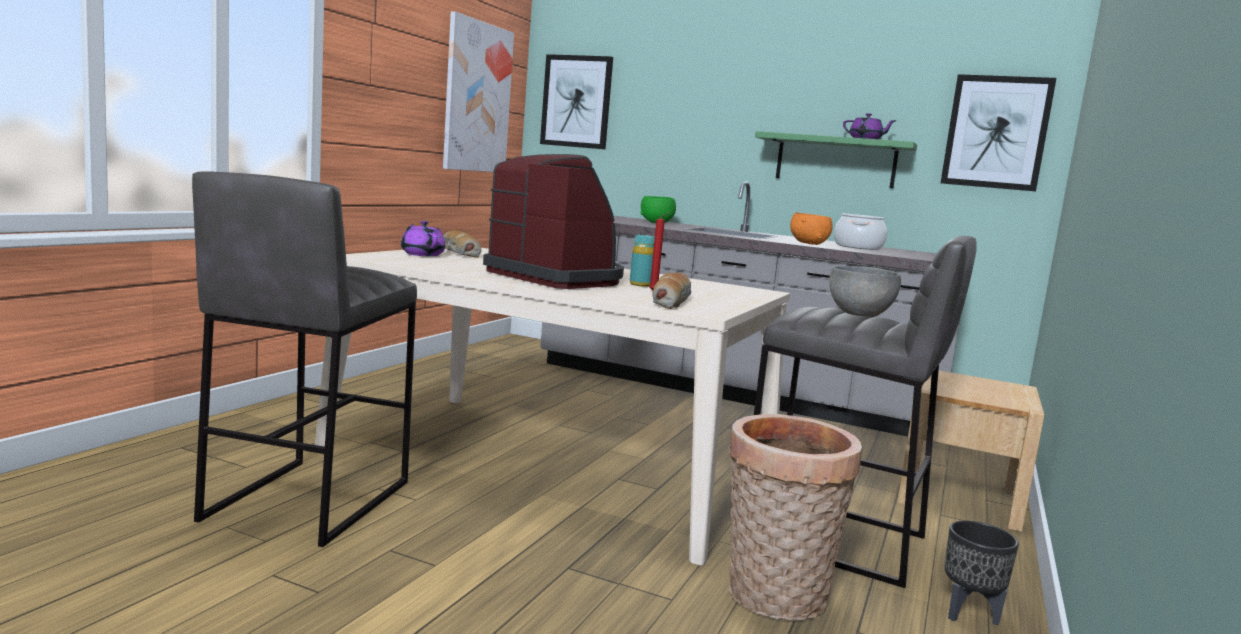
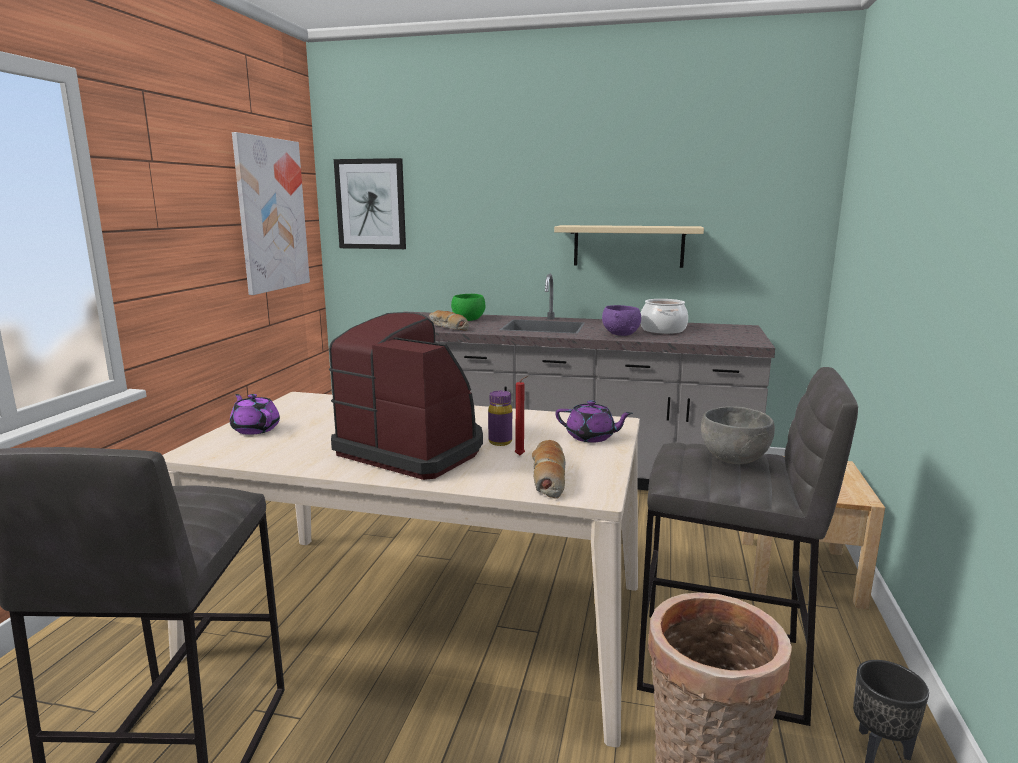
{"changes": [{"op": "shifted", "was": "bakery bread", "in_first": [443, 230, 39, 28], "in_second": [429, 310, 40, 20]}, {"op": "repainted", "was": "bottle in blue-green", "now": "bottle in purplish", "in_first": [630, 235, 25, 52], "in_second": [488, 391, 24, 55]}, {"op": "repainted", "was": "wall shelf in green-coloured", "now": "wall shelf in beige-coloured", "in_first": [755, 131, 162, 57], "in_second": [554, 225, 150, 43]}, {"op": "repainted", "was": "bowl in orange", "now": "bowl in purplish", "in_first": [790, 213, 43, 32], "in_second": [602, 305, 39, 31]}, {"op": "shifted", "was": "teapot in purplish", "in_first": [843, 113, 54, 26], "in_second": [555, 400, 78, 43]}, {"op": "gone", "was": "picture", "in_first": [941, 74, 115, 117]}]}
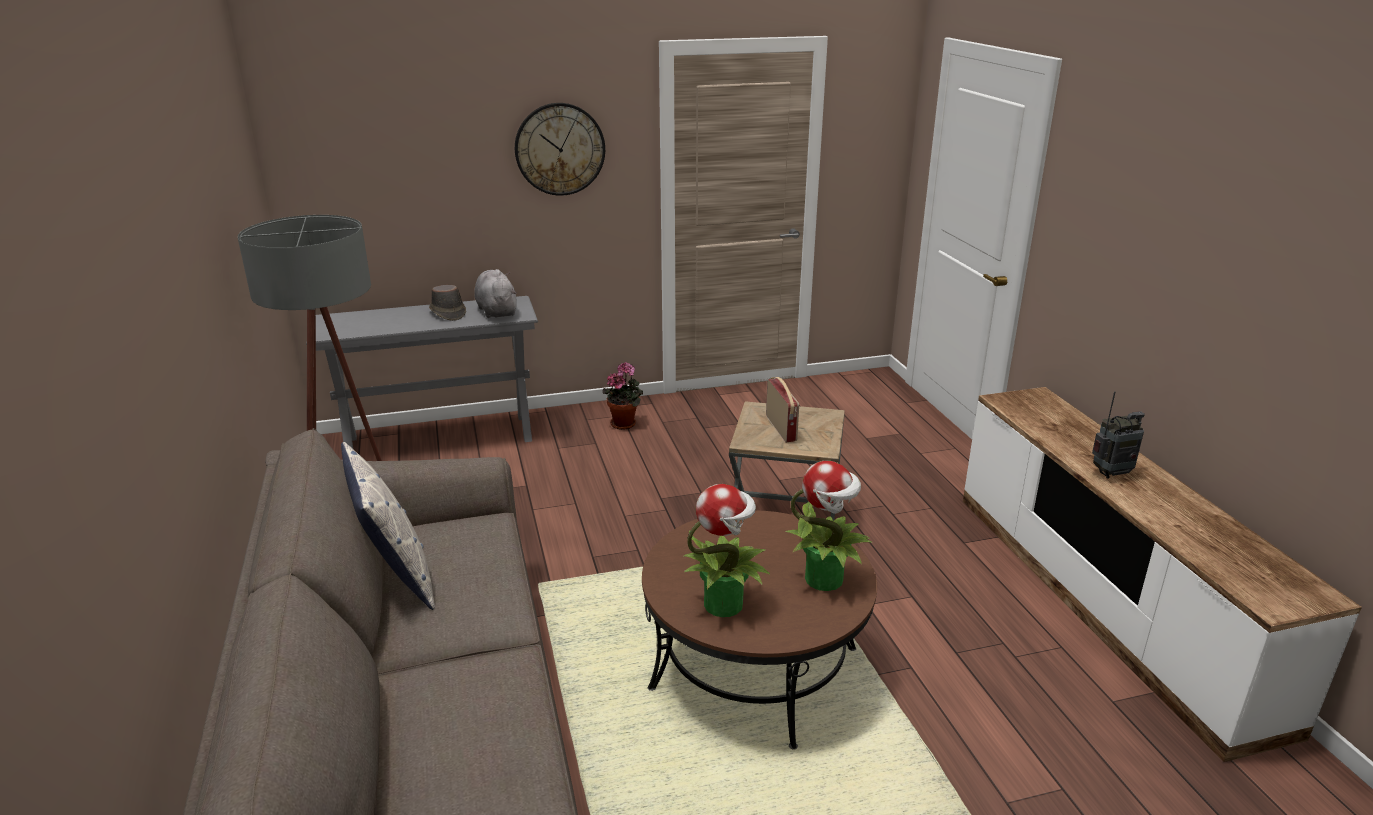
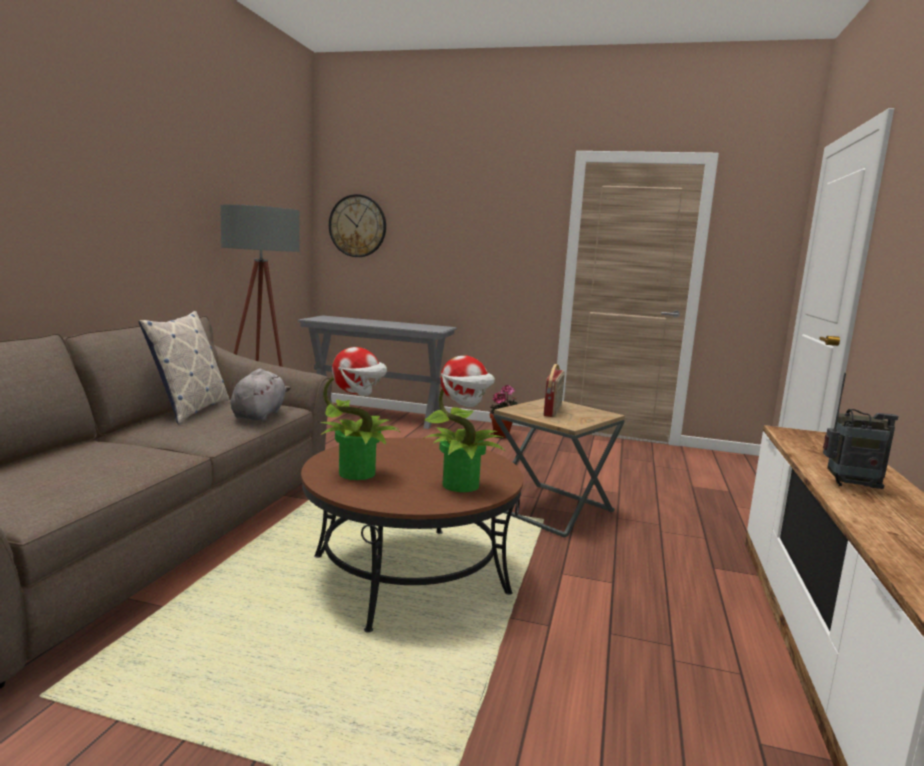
{"changes": [{"op": "gone", "was": "hat in brown-coloured", "in_first": [429, 285, 37, 36]}, {"op": "shifted", "was": "plush toy in grey", "in_first": [474, 269, 43, 49], "in_second": [231, 368, 60, 53]}, {"op": "shifted", "was": "wall clock", "in_first": [515, 103, 90, 93], "in_second": [329, 194, 57, 63]}]}
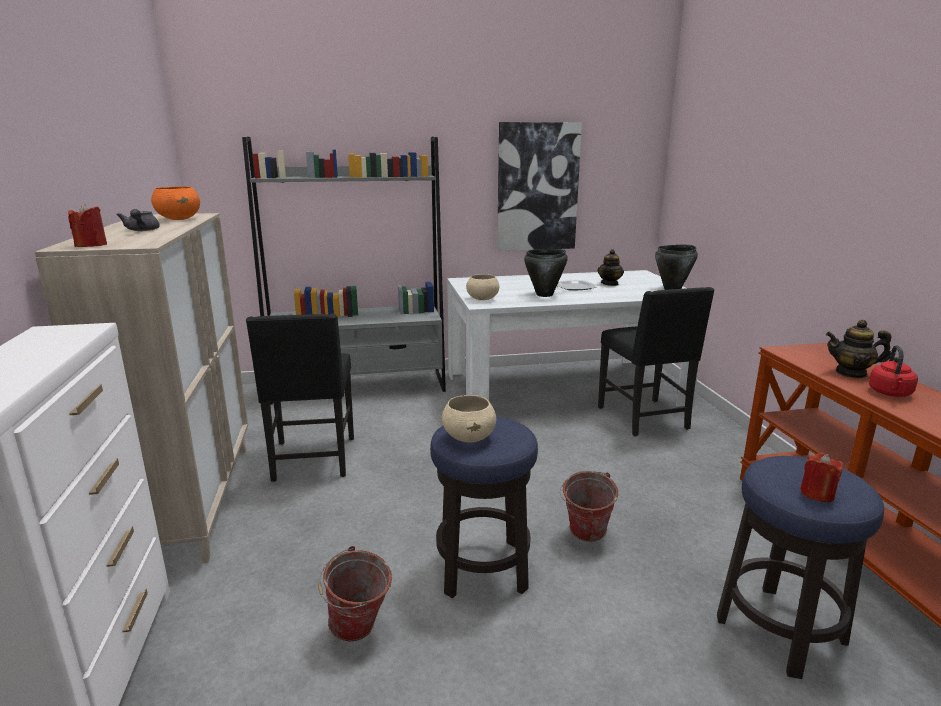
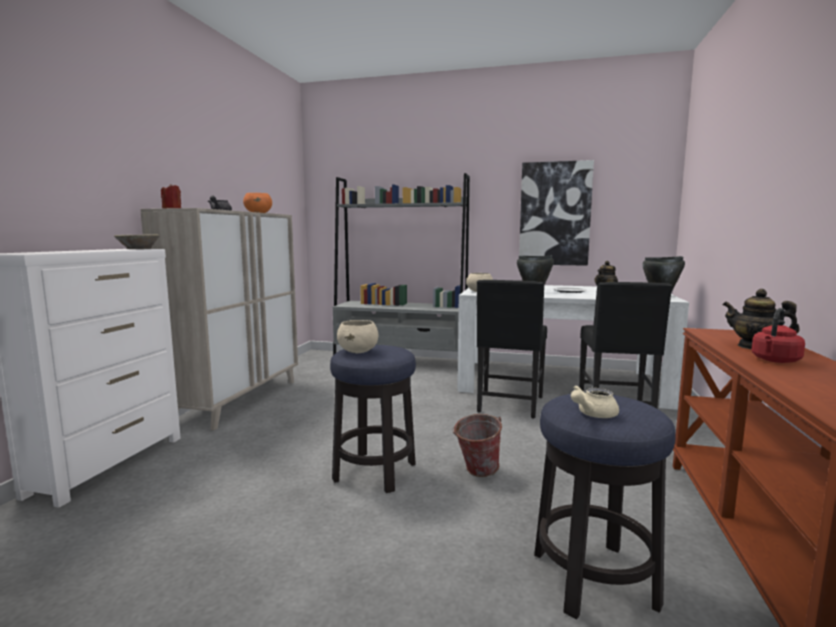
{"changes": [{"op": "shifted", "was": "upright chair in black", "in_first": [246, 314, 108, 168], "in_second": [477, 280, 70, 139]}, {"op": "gone", "was": "pail", "in_first": [318, 546, 74, 95]}, {"op": "swapped", "was": "wax candle in reddish", "now": "teapot in beige-coloured", "in_first": [800, 453, 43, 49], "in_second": [571, 385, 48, 33]}, {"op": "new", "now": "bowl in beige-coloured", "in_second": [114, 235, 46, 14]}]}
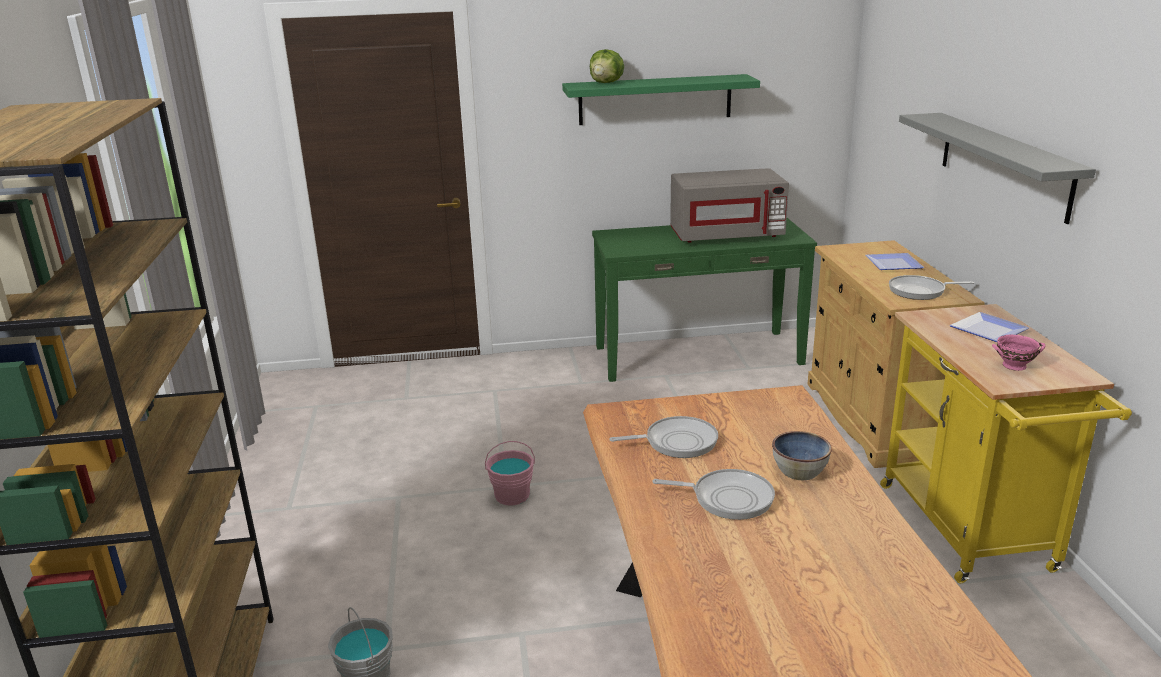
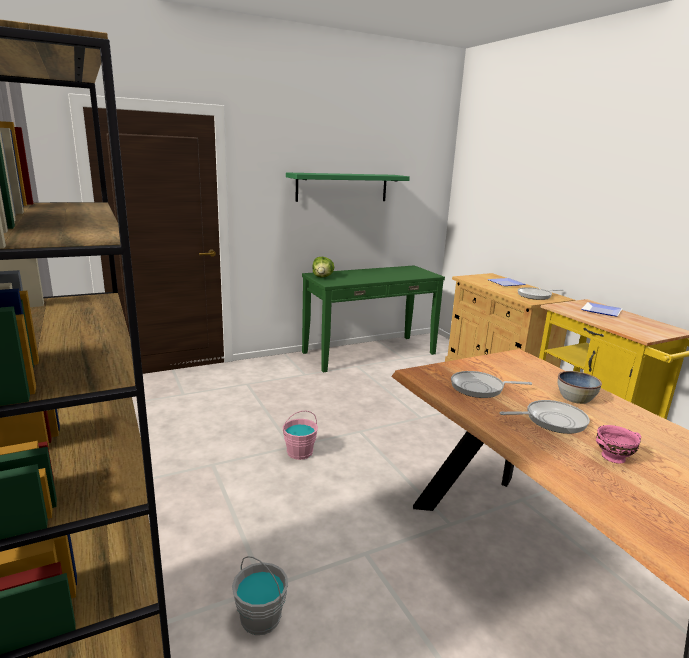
{"changes": [{"op": "shifted", "was": "lettuce", "in_first": [590, 49, 34, 34], "in_second": [312, 257, 23, 20]}, {"op": "rotated", "was": "pan", "in_first": [609, 416, 109, 42], "in_second": [451, 371, 81, 27], "clockwise": -150}, {"op": "gone", "was": "kitchen microwave in grey", "in_first": [670, 168, 119, 75]}, {"op": "gone", "was": "wall shelf in grey", "in_first": [899, 113, 197, 111]}, {"op": "shifted", "was": "bowl in pink", "in_first": [992, 335, 53, 36], "in_second": [596, 425, 45, 39]}]}
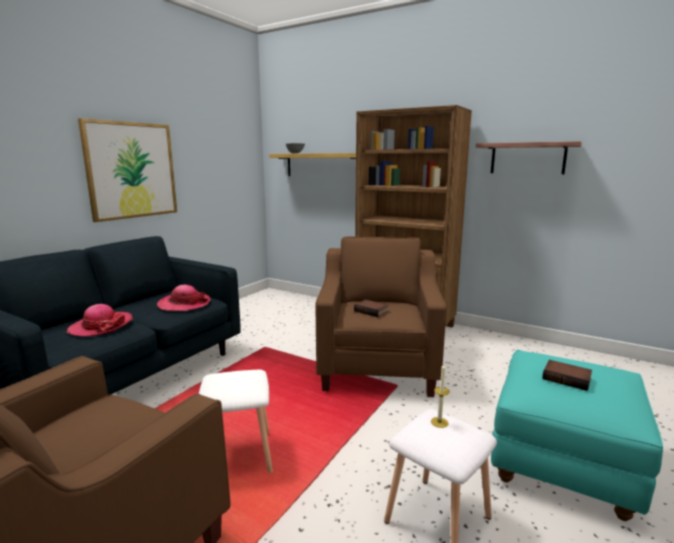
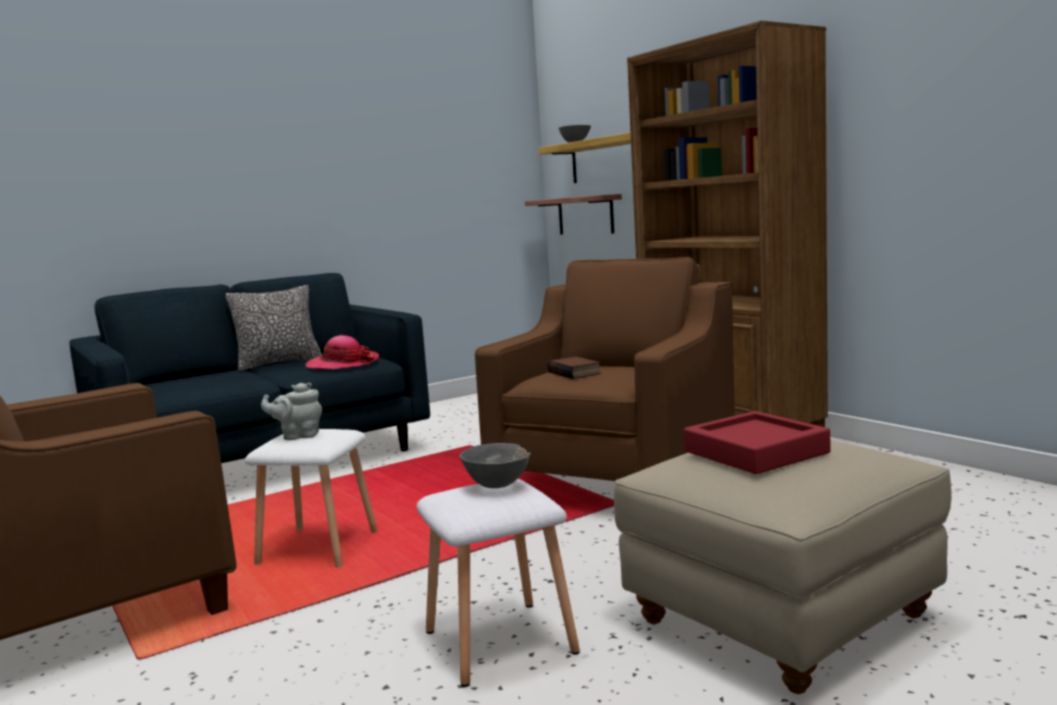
{"changes": [{"op": "gone", "was": "hat", "in_first": [67, 304, 66, 33]}, {"op": "gone", "was": "picture", "in_first": [78, 118, 99, 104]}, {"op": "swapped", "was": "wax candle", "now": "bowl in grey", "in_first": [431, 364, 18, 64], "in_second": [460, 443, 71, 45]}, {"op": "shifted", "was": "wall shelf", "in_first": [476, 141, 106, 33], "in_second": [525, 194, 97, 41]}, {"op": "repainted", "was": "pouffe in blue-green", "now": "pouffe in beige-coloured", "in_first": [491, 350, 172, 171], "in_second": [614, 441, 338, 253]}, {"op": "swapped", "was": "bound book", "now": "serving tray in reddish", "in_first": [542, 360, 50, 31], "in_second": [684, 411, 146, 63]}, {"op": "new", "now": "cushion", "in_second": [225, 285, 97, 86]}, {"op": "new", "now": "teapot in grey", "in_second": [261, 383, 61, 57]}]}
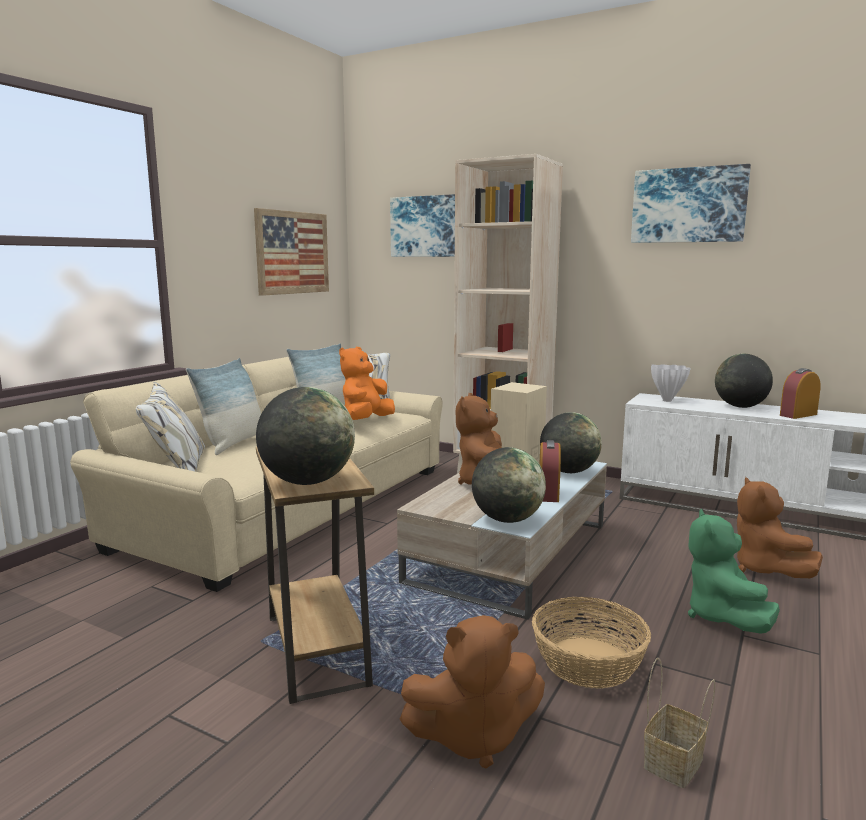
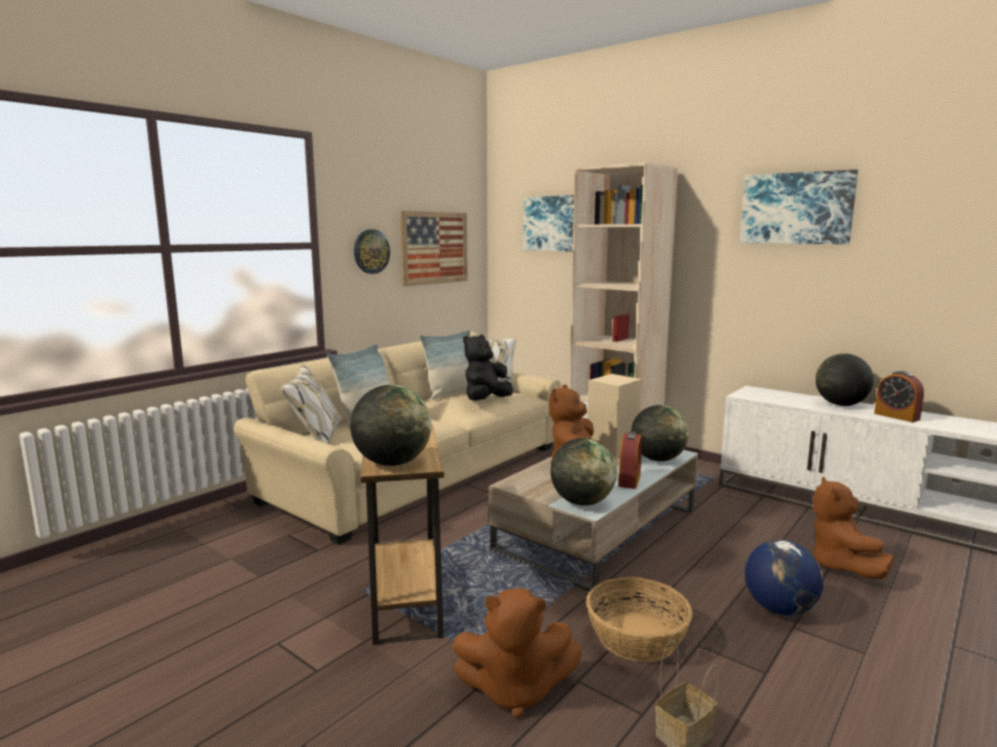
{"changes": [{"op": "repainted", "was": "plush toy in orange", "now": "plush toy in black", "in_first": [339, 347, 56, 73], "in_second": [463, 335, 50, 66]}, {"op": "gone", "was": "vase in white-coloured", "in_first": [651, 364, 40, 38]}, {"op": "swapped", "was": "plush toy in green-coloured", "now": "desk globe", "in_first": [688, 509, 92, 124], "in_second": [745, 540, 79, 75]}, {"op": "rotated", "was": "table clock", "in_first": [780, 368, 41, 51], "in_second": [874, 371, 50, 51], "clockwise": -105}, {"op": "new", "now": "wall clock", "in_second": [354, 229, 36, 45]}]}
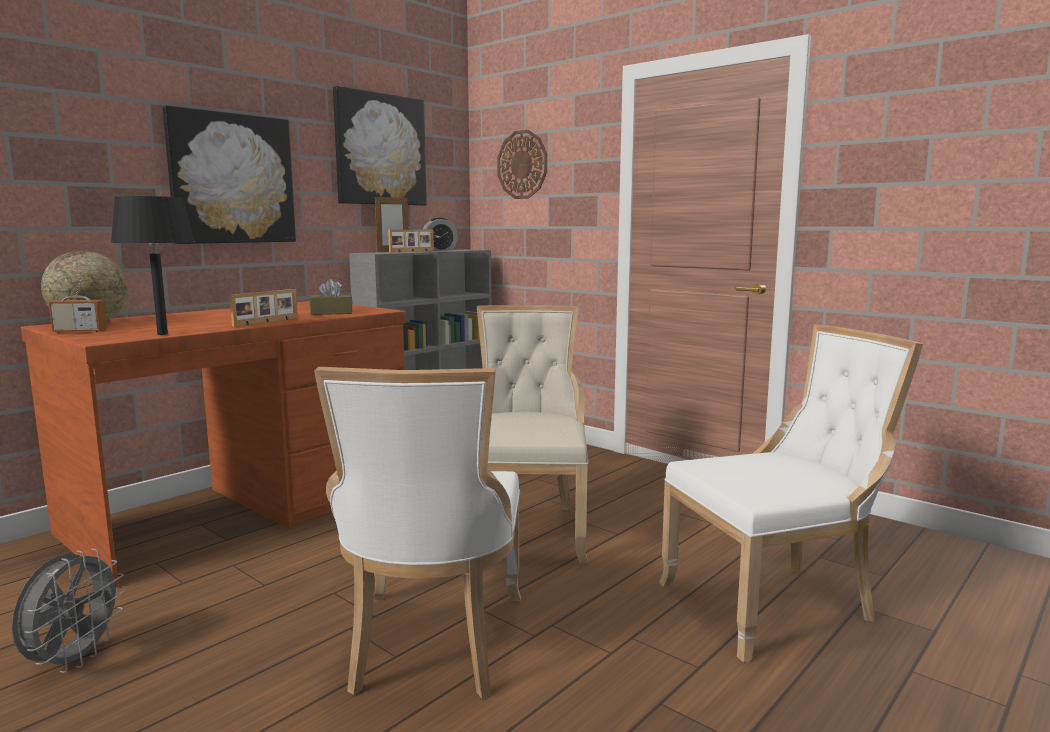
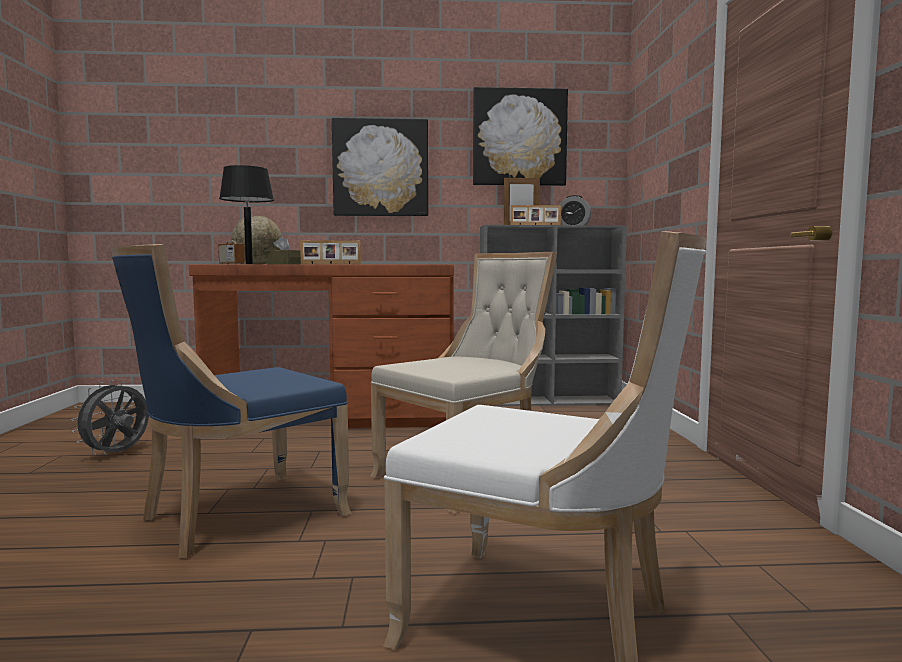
{"changes": [{"op": "rotated", "was": "electric fan in grey", "in_first": [12, 548, 113, 125], "in_second": [71, 380, 78, 75], "clockwise": 150}, {"op": "shifted", "was": "tissue holder in brown-coloured", "in_first": [310, 279, 43, 36], "in_second": [266, 237, 35, 27]}, {"op": "repainted", "was": "upright chair in white-coloured", "now": "upright chair in blue-coloured", "in_first": [314, 367, 207, 332], "in_second": [111, 244, 241, 314]}, {"op": "gone", "was": "wall clock", "in_first": [497, 130, 50, 69]}]}
